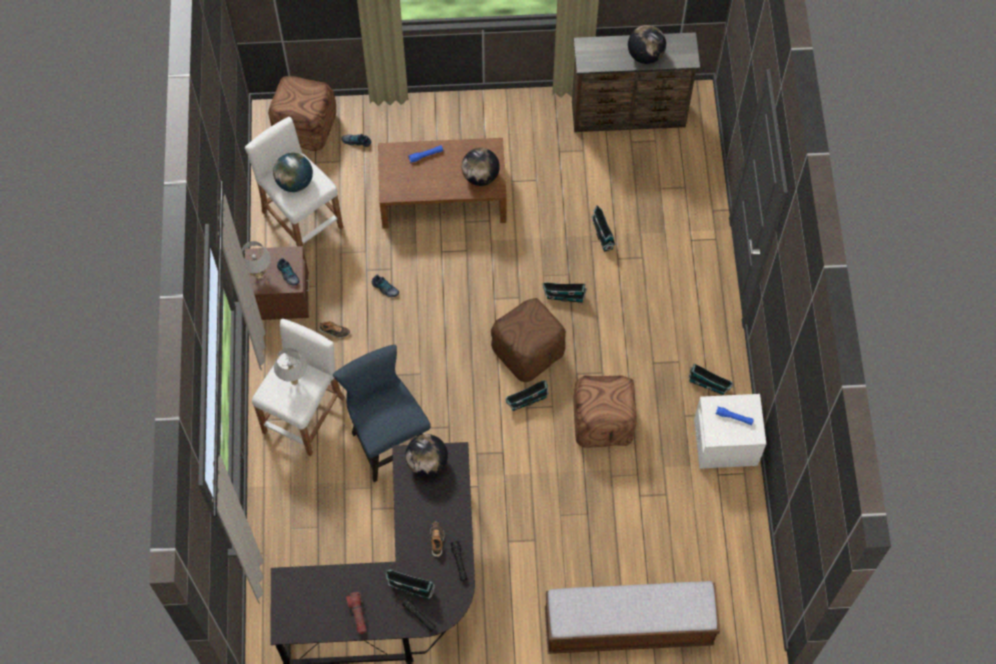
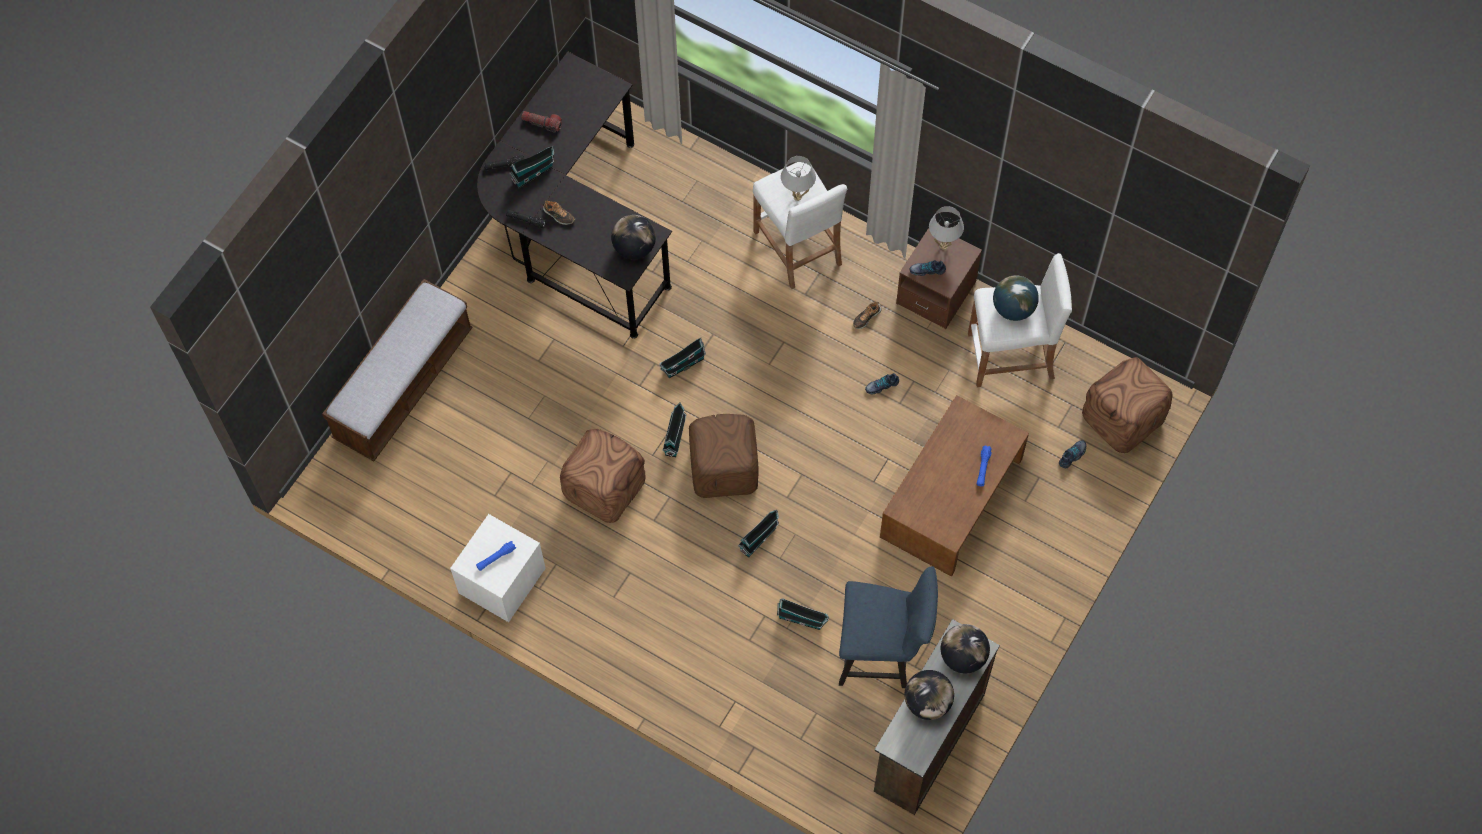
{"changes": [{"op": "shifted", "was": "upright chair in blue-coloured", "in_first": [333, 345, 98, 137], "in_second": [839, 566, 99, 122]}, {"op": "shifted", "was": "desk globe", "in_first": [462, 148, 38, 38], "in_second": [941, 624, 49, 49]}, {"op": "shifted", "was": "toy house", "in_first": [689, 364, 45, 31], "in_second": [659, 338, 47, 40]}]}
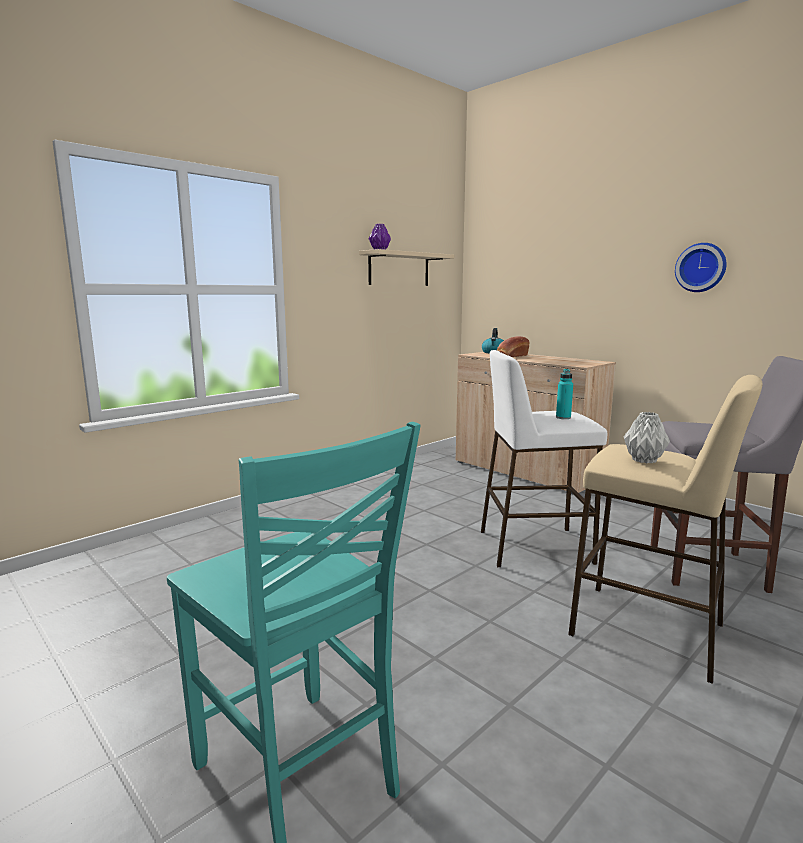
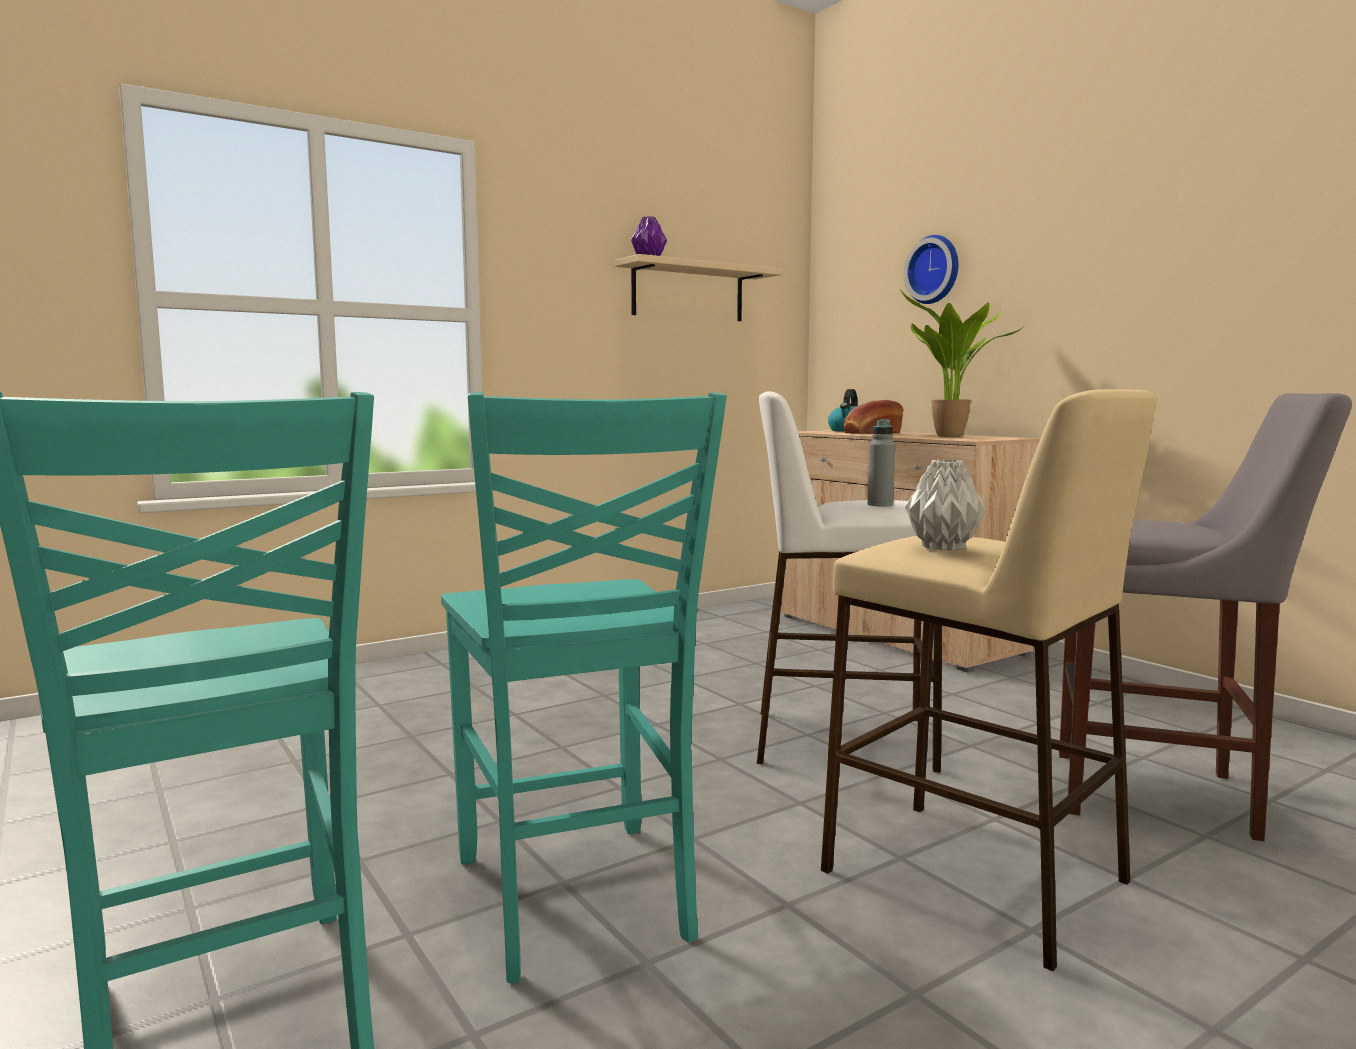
{"changes": [{"op": "repainted", "was": "bottle in blue-green", "now": "bottle in grey", "in_first": [556, 369, 17, 50], "in_second": [867, 419, 28, 87]}, {"op": "shifted", "was": "wall clock", "in_first": [675, 243, 52, 49], "in_second": [904, 235, 54, 69]}, {"op": "new", "now": "upright chair in blue-green", "in_second": [441, 392, 286, 591]}, {"op": "new", "now": "potted plant", "in_second": [900, 290, 122, 147]}]}
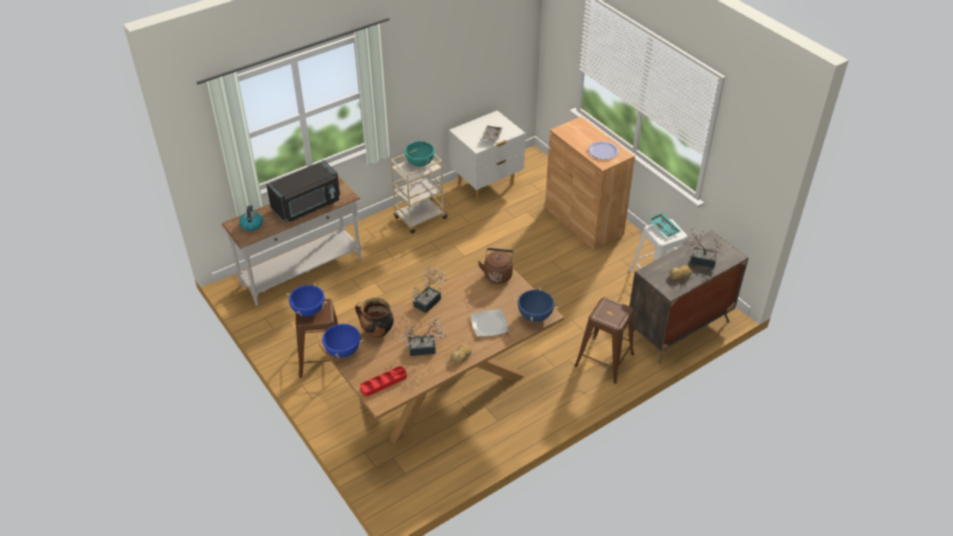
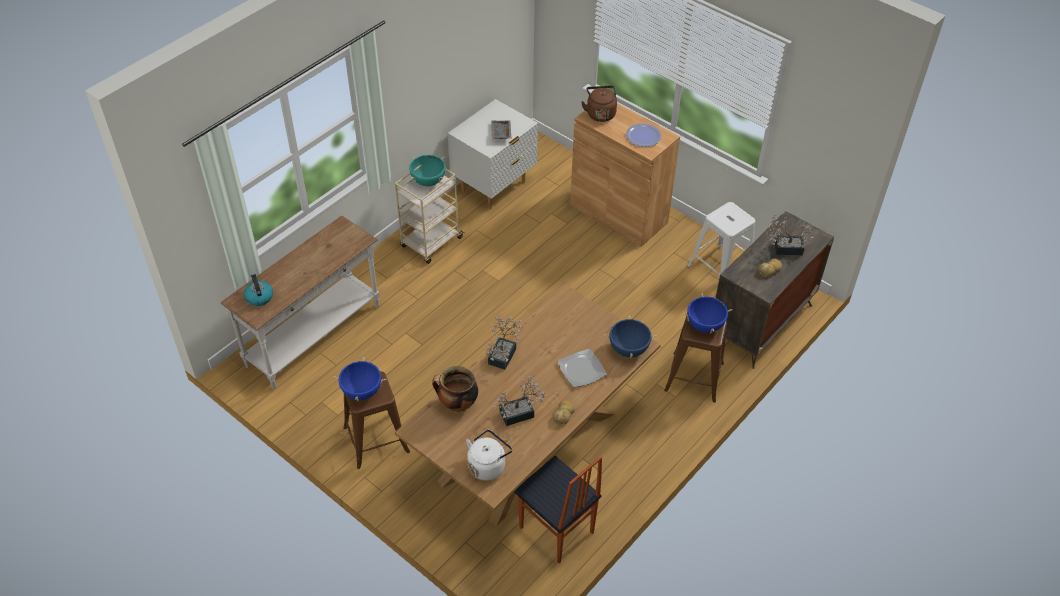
{"changes": [{"op": "gone", "was": "kitchen microwave in black", "in_first": [266, 160, 74, 62]}, {"op": "shifted", "was": "saucepot in blue-coloured", "in_first": [318, 321, 46, 37], "in_second": [683, 293, 49, 40]}, {"op": "swapped", "was": "serving tray in reddish", "now": "kettle in white-coloured", "in_first": [360, 366, 47, 31], "in_second": [466, 429, 46, 52]}, {"op": "shifted", "was": "kettle in brown-coloured", "in_first": [478, 248, 36, 36], "in_second": [581, 86, 36, 36]}, {"op": "gone", "was": "serving tray in blue-green", "in_first": [648, 212, 33, 26]}, {"op": "new", "now": "upright chair", "in_second": [514, 456, 88, 108]}]}
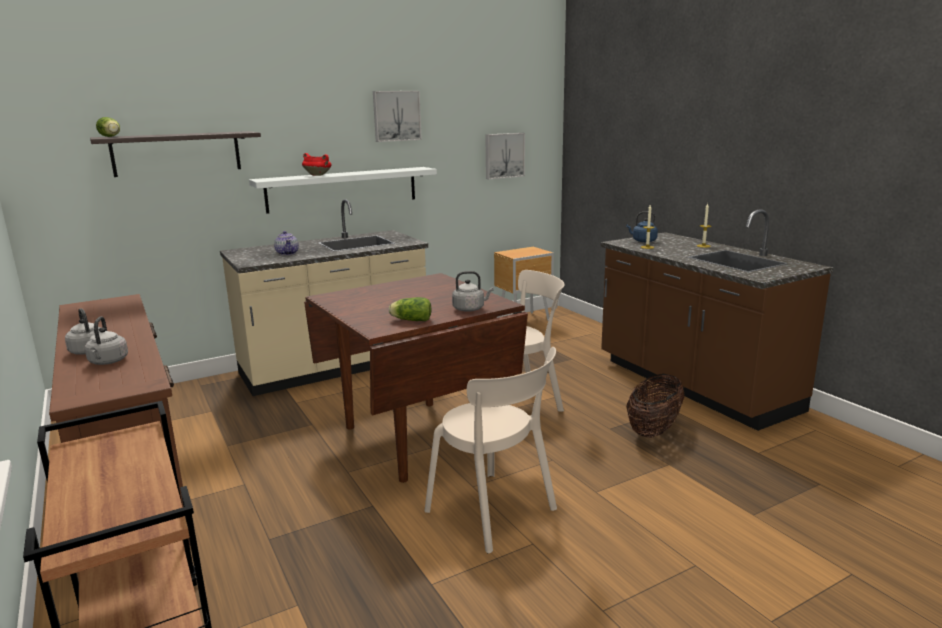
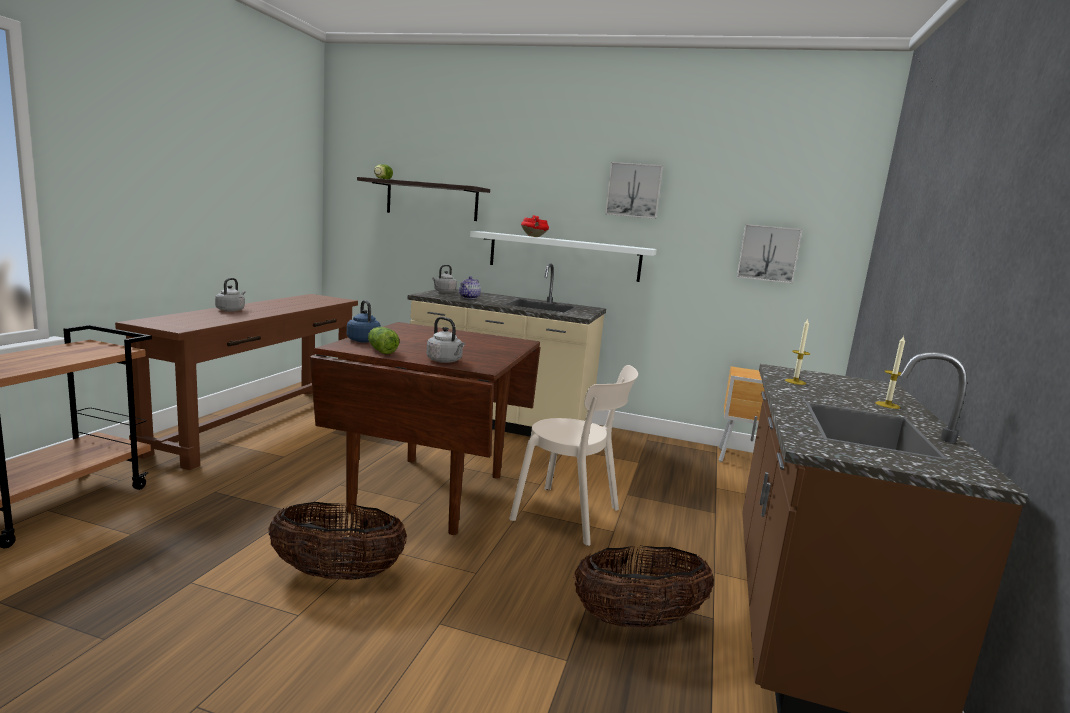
{"changes": [{"op": "shifted", "was": "kettle in grey", "in_first": [85, 316, 43, 49], "in_second": [432, 265, 25, 28]}, {"op": "swapped", "was": "upright chair in beige-coloured", "now": "basket", "in_first": [424, 347, 133, 206], "in_second": [268, 502, 139, 78]}, {"op": "shifted", "was": "kettle in blue-coloured", "in_first": [626, 211, 32, 31], "in_second": [347, 300, 34, 42]}]}
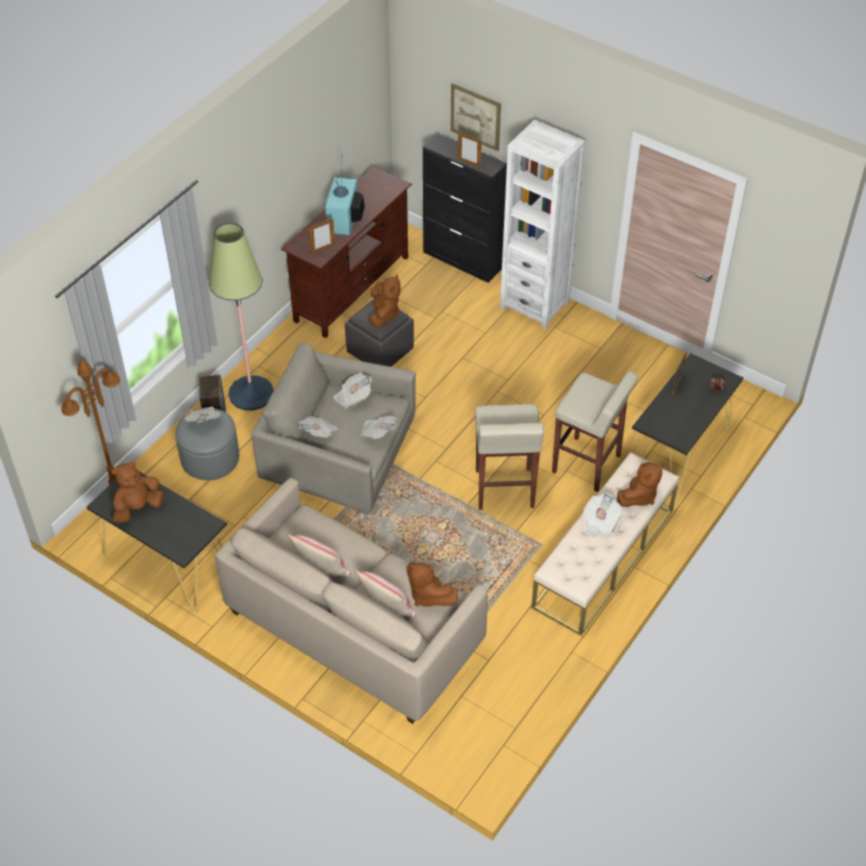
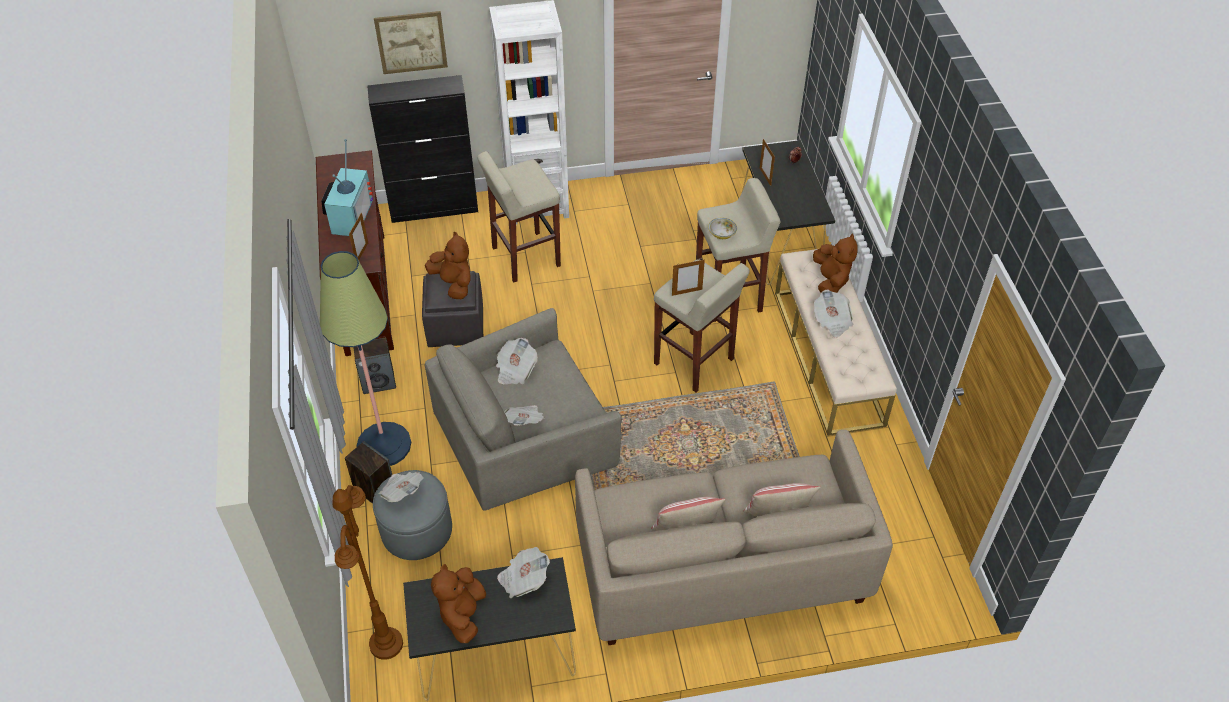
{"changes": [{"op": "rotated", "was": "TV", "in_first": [325, 154, 40, 81], "in_second": [321, 139, 52, 97], "clockwise": -135}, {"op": "shifted", "was": "newspaper", "in_first": [359, 415, 37, 24], "in_second": [497, 547, 53, 51]}, {"op": "gone", "was": "plush toy in brown-coloured", "in_first": [407, 562, 51, 45]}, {"op": "shifted", "was": "photo frame", "in_first": [458, 132, 24, 36], "in_second": [672, 259, 33, 37]}, {"op": "new", "now": "loudspeaker", "in_second": [353, 337, 43, 57]}, {"op": "new", "now": "stool seat in beige-coloured", "in_second": [477, 151, 84, 131]}, {"op": "new", "now": "bowl", "in_second": [708, 218, 29, 21]}]}
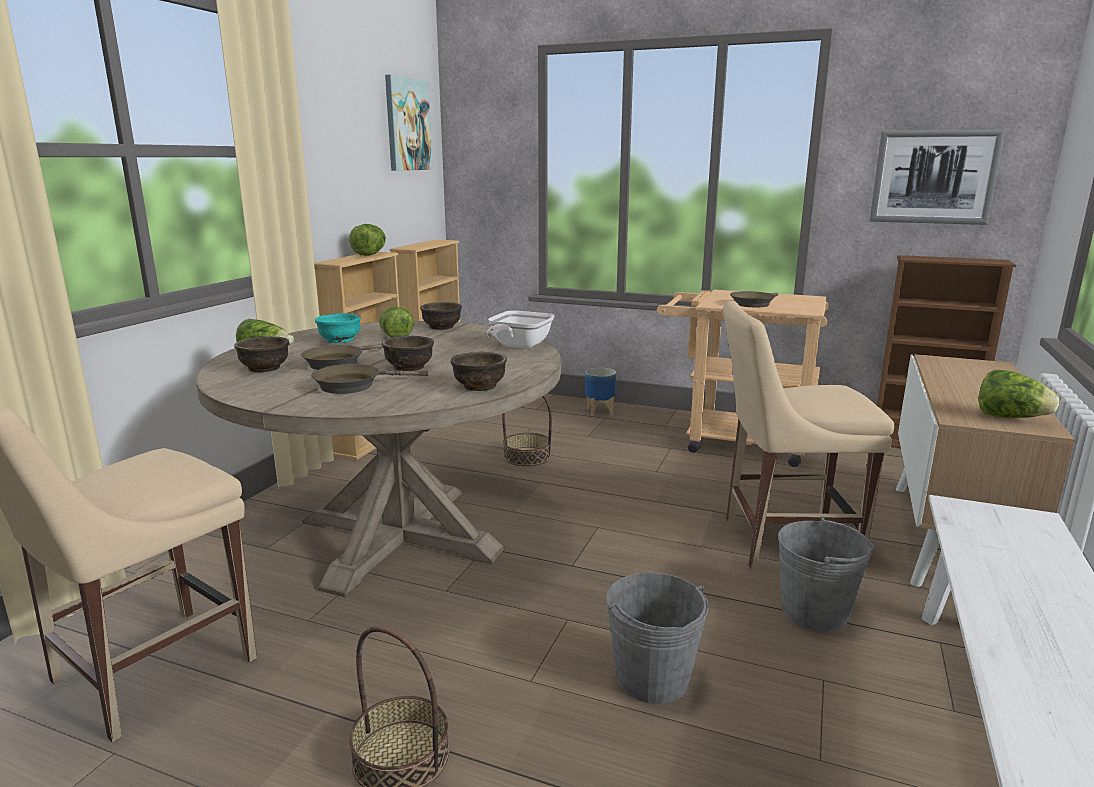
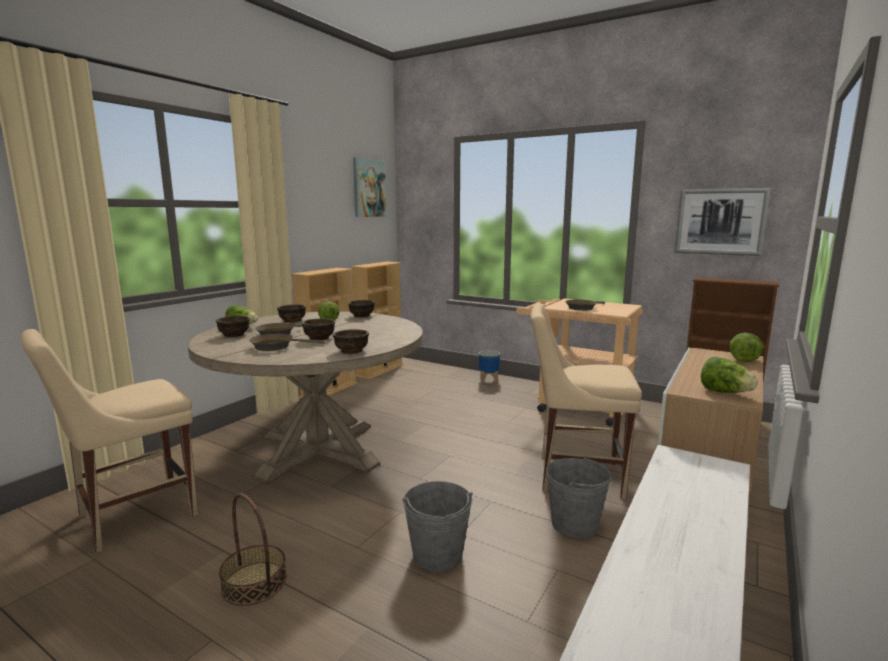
{"changes": [{"op": "repainted", "was": "bowl in blue-green", "now": "bowl in brown-coloured", "in_first": [315, 313, 46, 30], "in_second": [277, 304, 29, 19]}, {"op": "shifted", "was": "lettuce", "in_first": [349, 224, 37, 32], "in_second": [729, 333, 35, 29]}, {"op": "gone", "was": "pan", "in_first": [487, 311, 68, 38]}, {"op": "gone", "was": "basket", "in_first": [502, 395, 50, 71]}]}
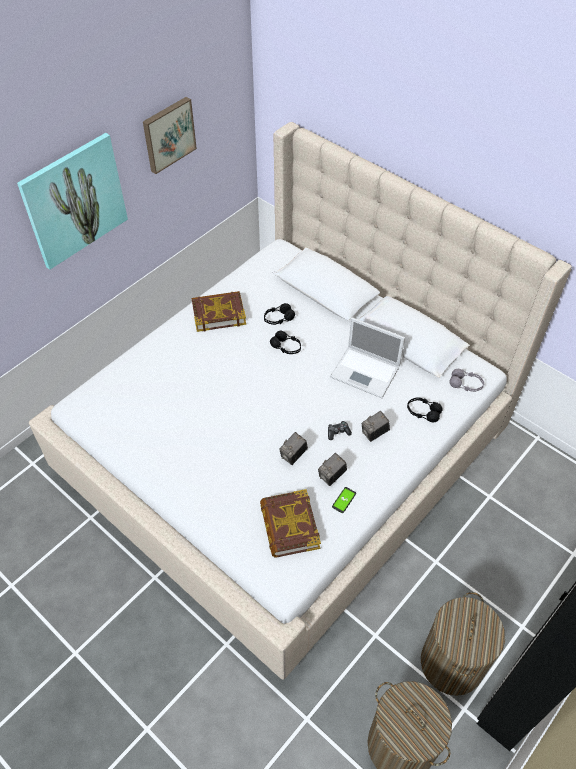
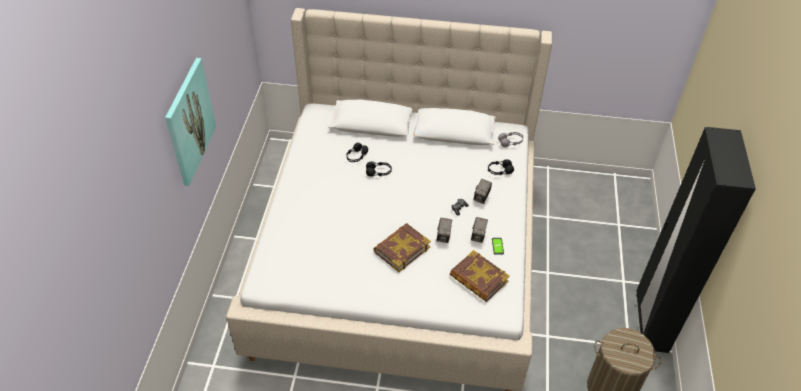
{"changes": [{"op": "gone", "was": "picture", "in_first": [143, 97, 54, 77]}, {"op": "shifted", "was": "bound book", "in_first": [192, 291, 54, 41], "in_second": [374, 223, 57, 49]}, {"op": "gone", "was": "notebook computer", "in_first": [330, 317, 75, 81]}, {"op": "gone", "was": "laundry basket", "in_first": [421, 592, 84, 104]}]}
